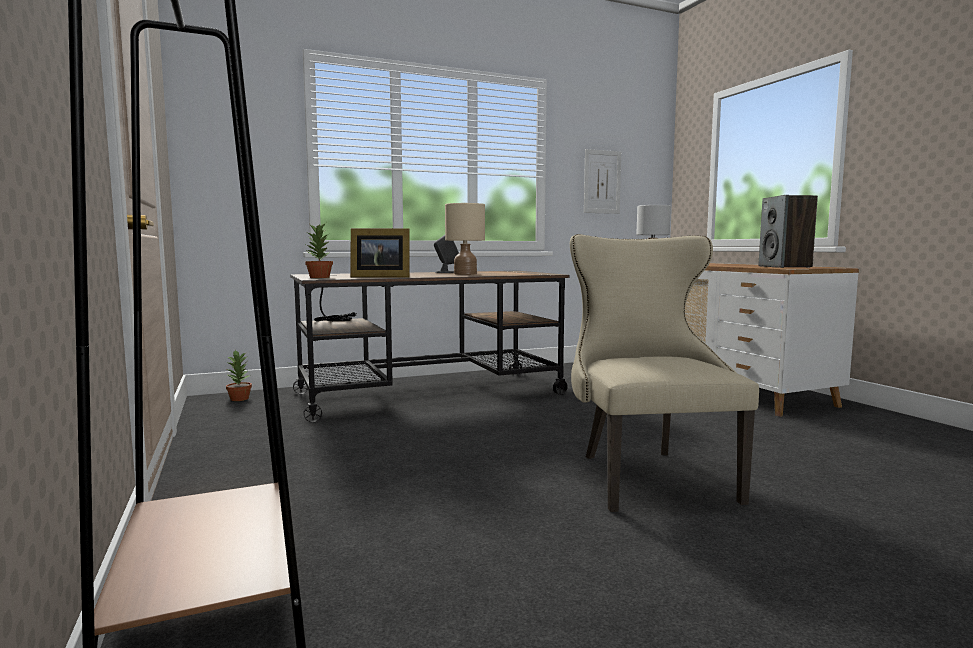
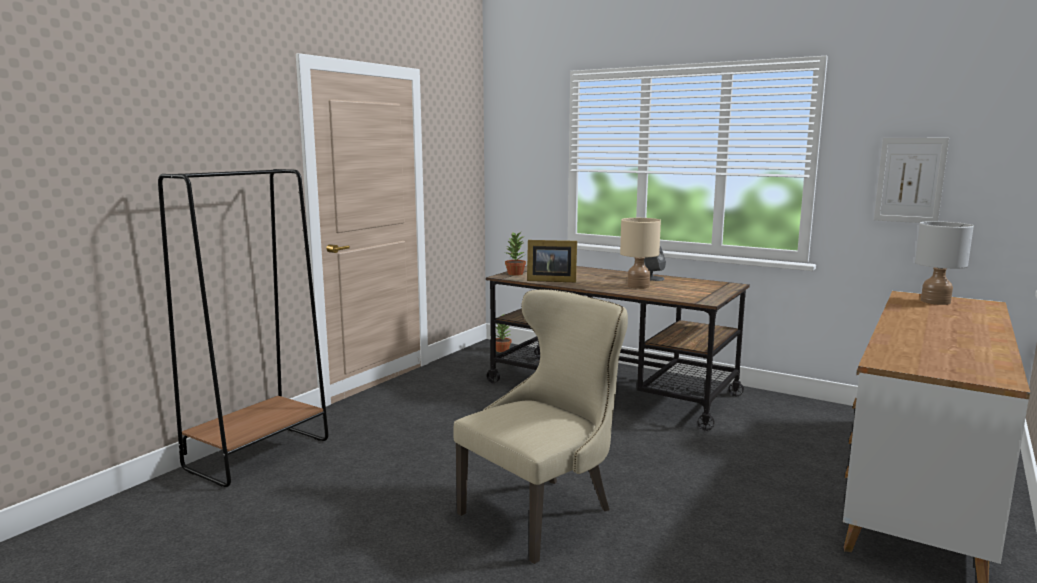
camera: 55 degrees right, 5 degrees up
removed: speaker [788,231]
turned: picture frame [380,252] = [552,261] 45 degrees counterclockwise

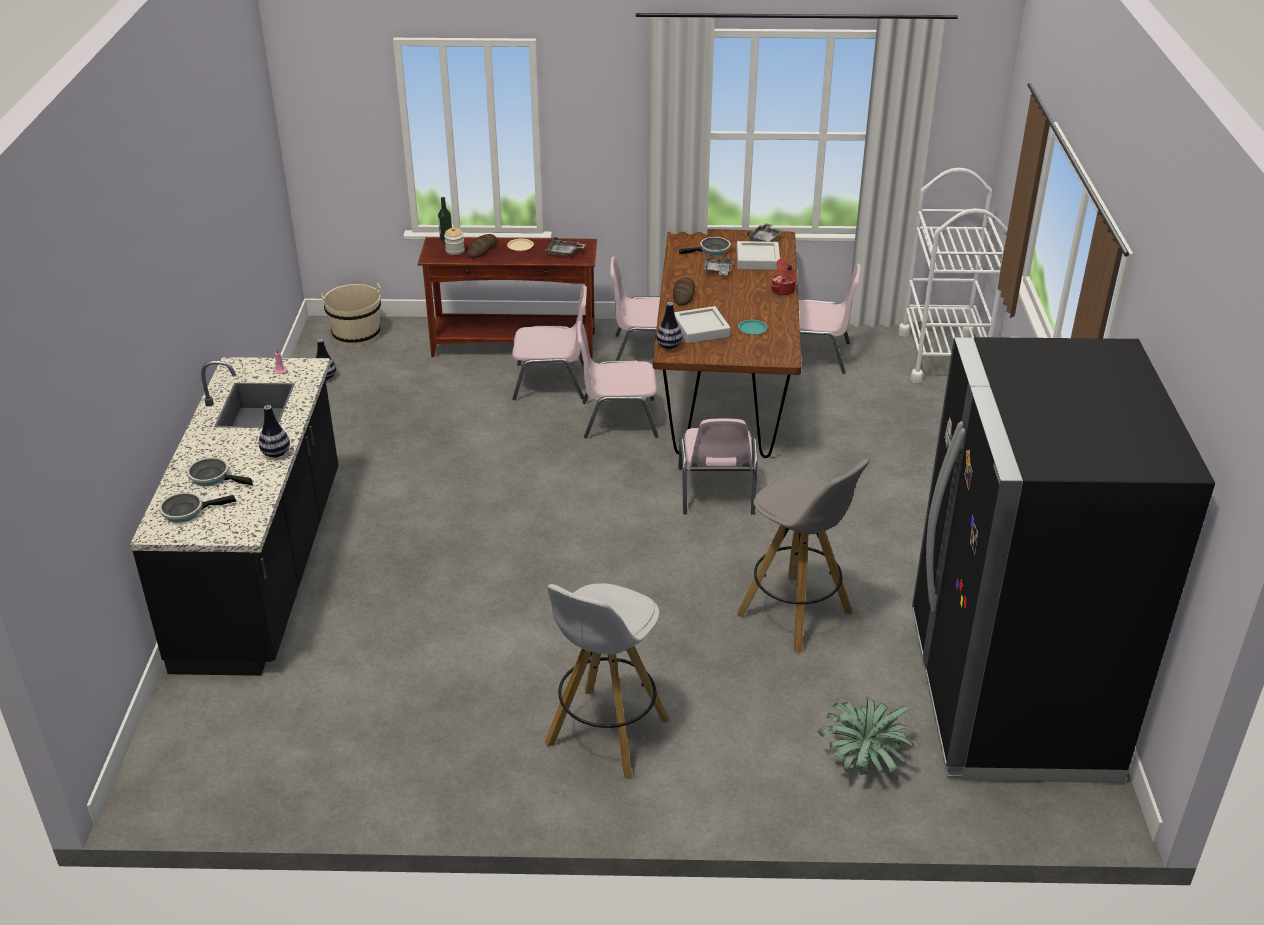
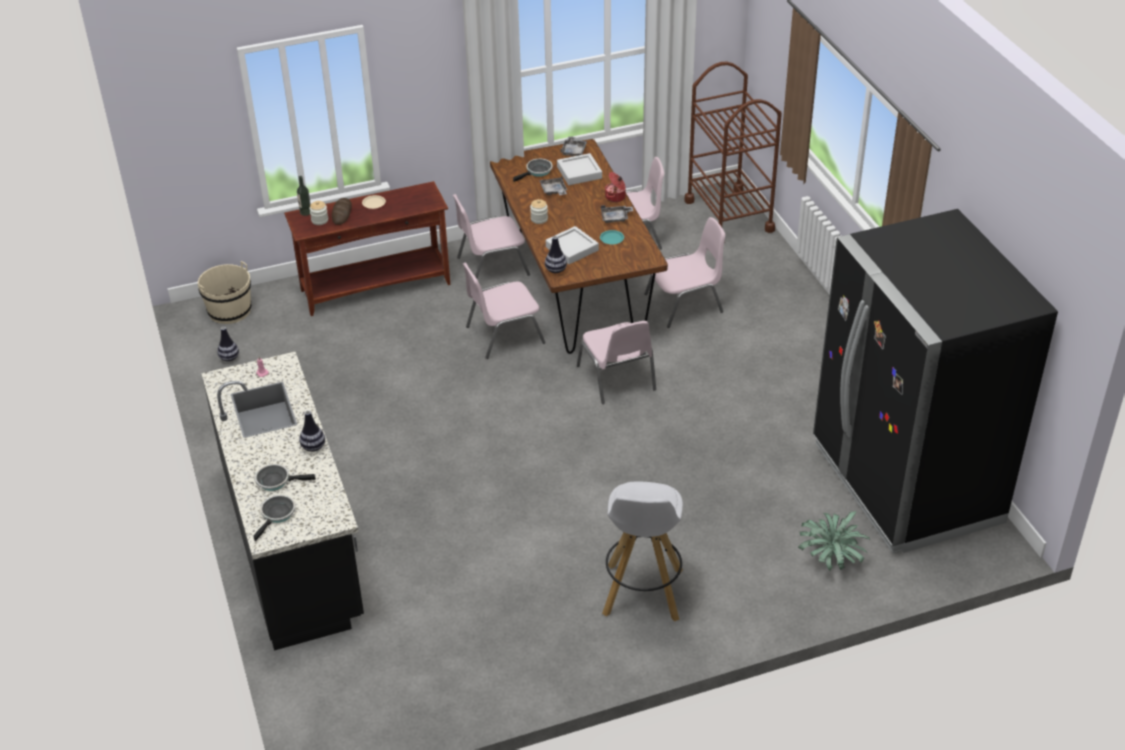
camera: 20 degrees left, 5 degrees up
removed: grey stool [803,555]
moved: grey tray [565,247] to [617,214]; pink chair [549,343] to [685,272]
replaced: bread [684,291] to jar [539,211]
recoloured: white cart [953,275] to brown cart [733,152]
turned: frying pan [197,507] = [274,518] 150 degrees clockwise

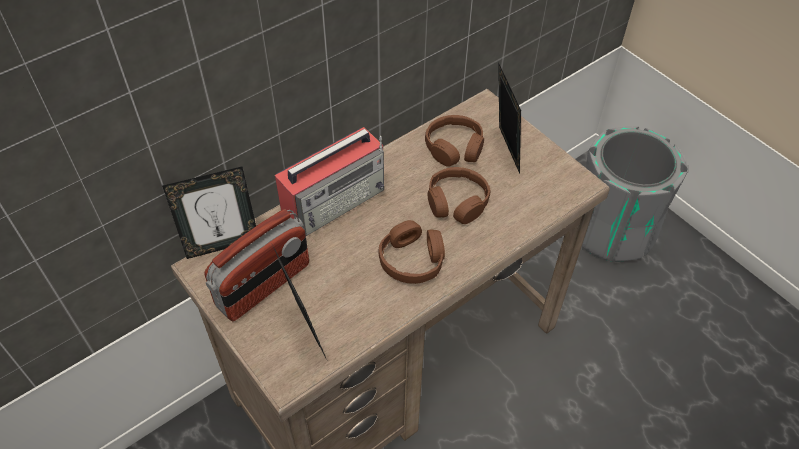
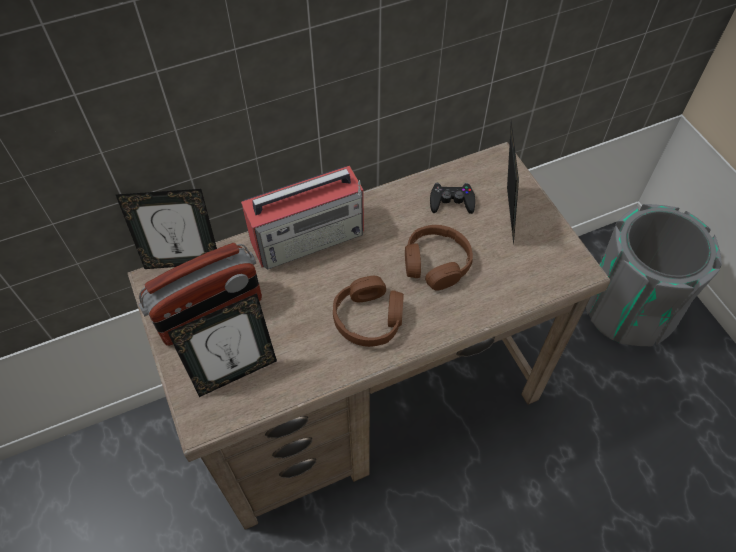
camera: 15 degrees right, 5 degrees up
replaced: brown headphones [454,141] to black game controller [452,198]
turned: picture frame [299,302] = [222,345] 75 degrees clockwise

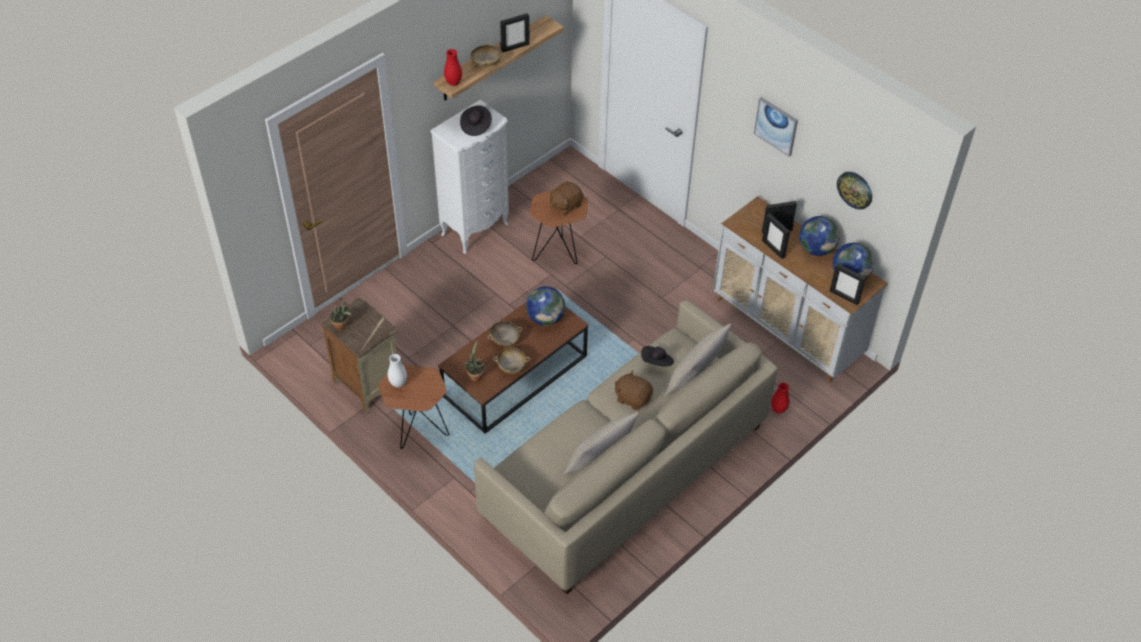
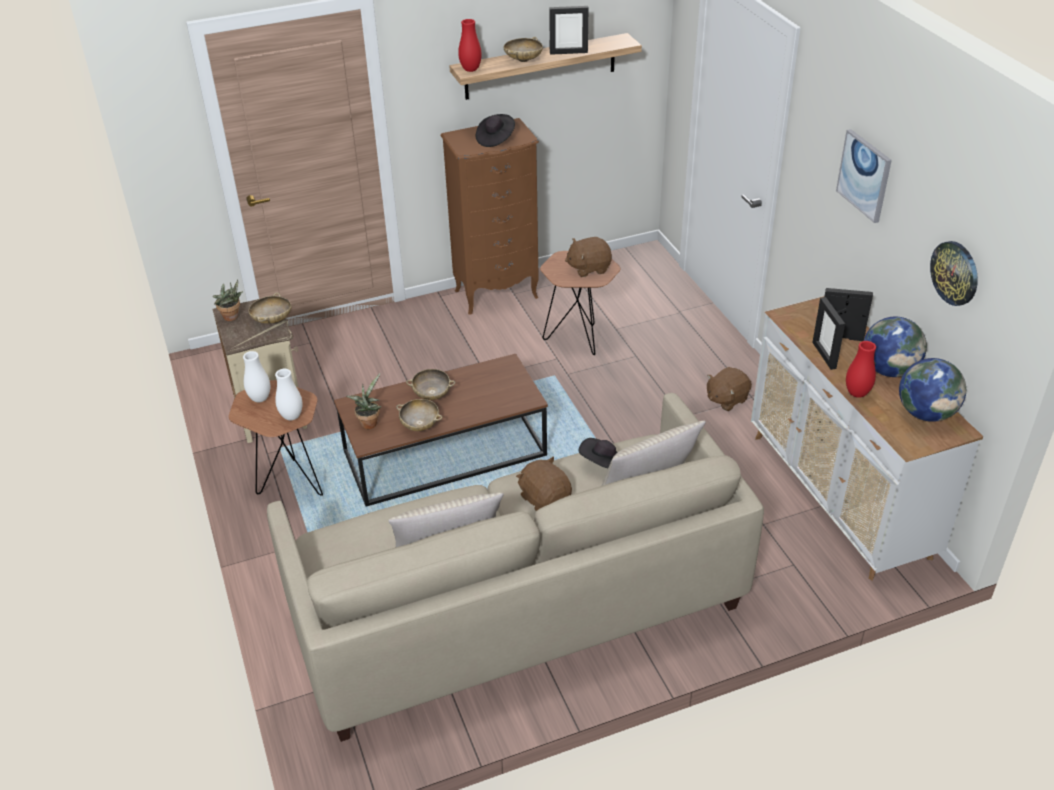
camera: 25 degrees right, 10 degrees down
removed: picture frame [848,284]; globe [545,306]
added: beige bowl [270,308]; brown plush toy [729,389]; white vase [289,394]
moved: red vase [780,398] to [861,369]
recoloured: white dresser [469,177] to brown dresser [489,216]

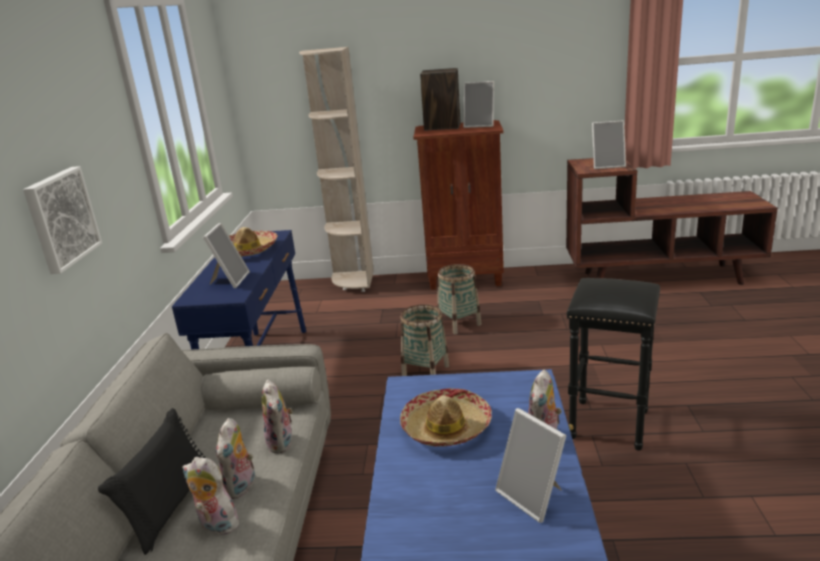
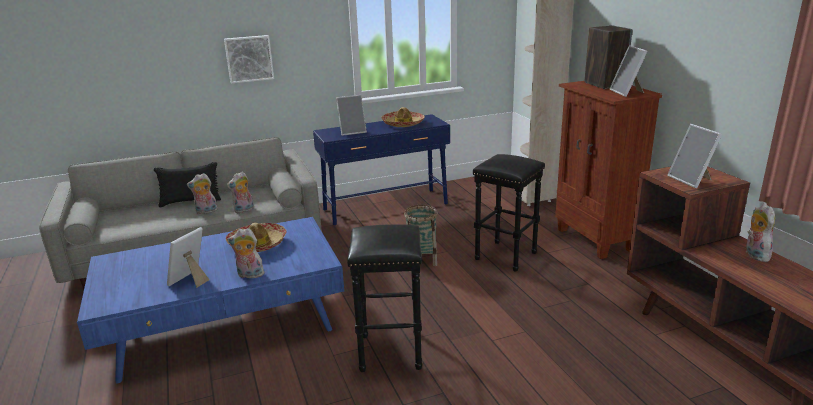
camera: 65 degrees right, 0 degrees up
moved: plush toy [212,496] to [760,232]
replaced: basket [459,299] to black stool [509,212]

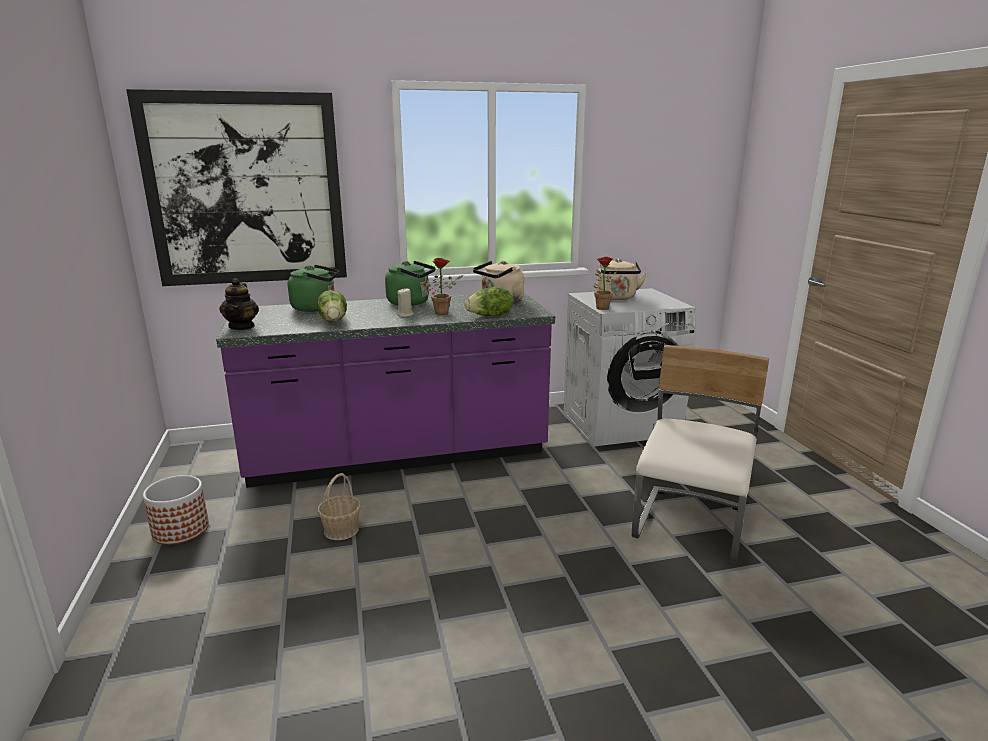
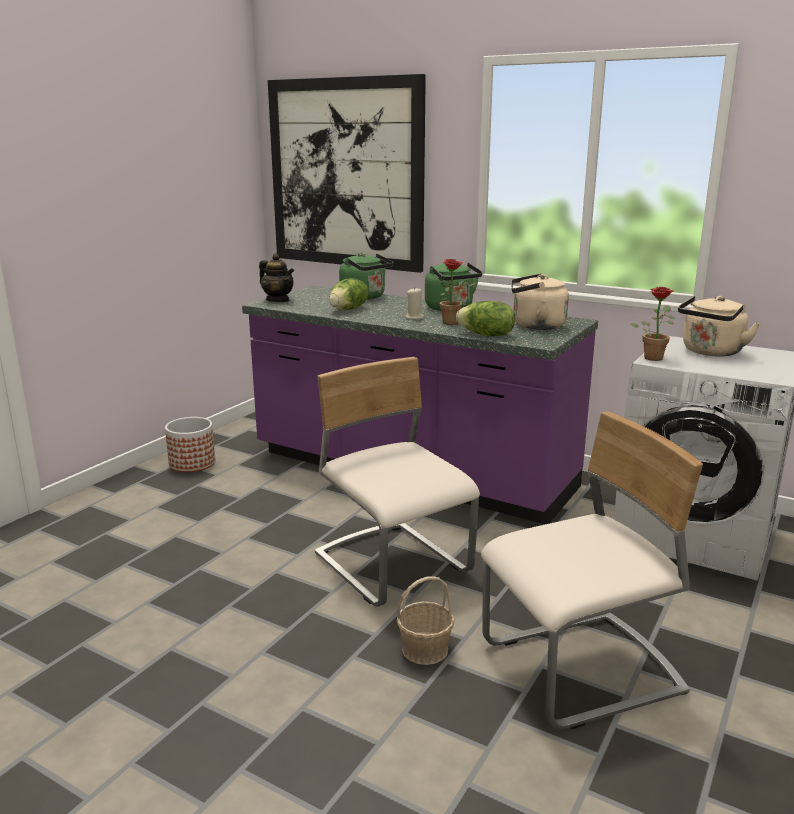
camera: 45 degrees right, 0 degrees up
added: beige chair [397,482]
moved: basket [339,506] to [426,620]
turned: teapot [239,304] = [276,278] 90 degrees counterclockwise

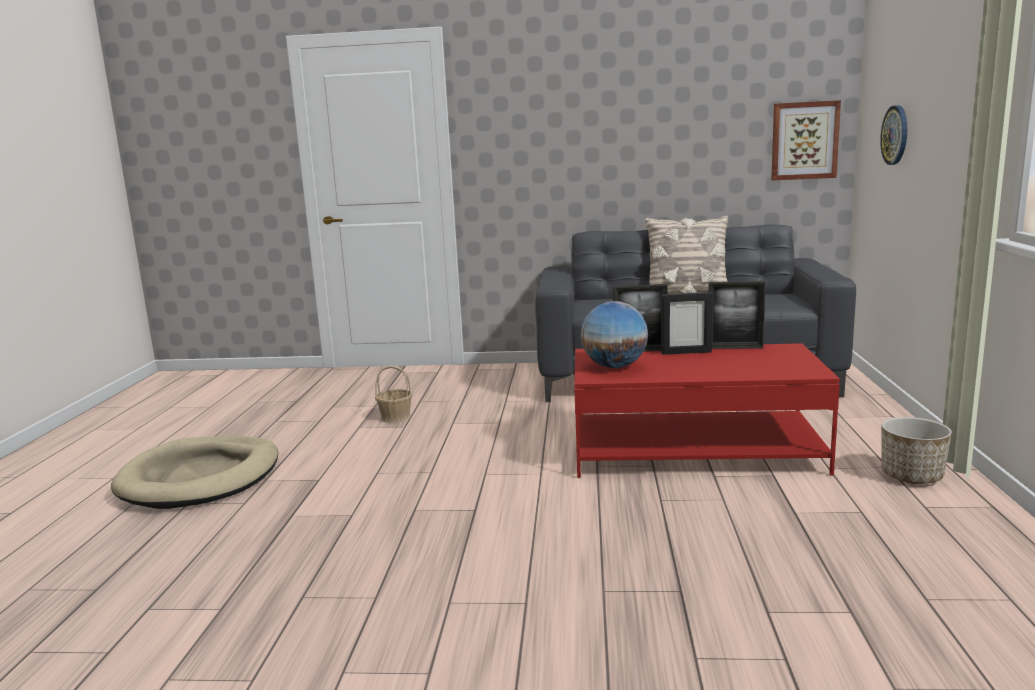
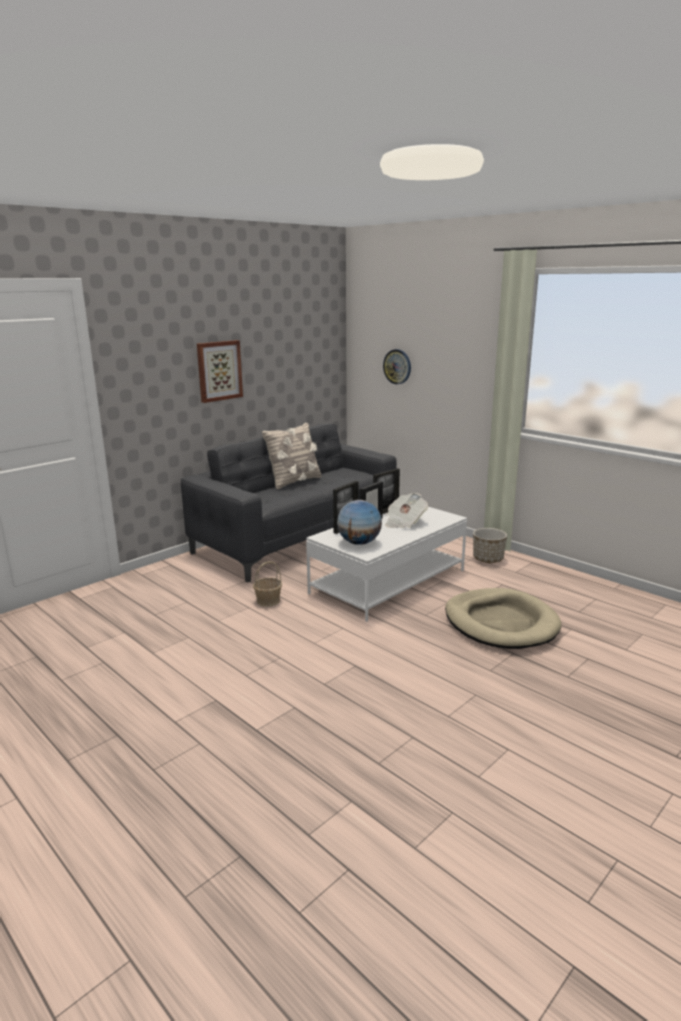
camera: 50 degrees left, 5 degrees up
added: newspaper [406,510]
moved: picture [806,140] to [220,371]; basket [393,394] to [267,584]; beige dog bed [194,472] to [503,618]
recoloured: red coffee table [707,410] to white coffee table [386,564]

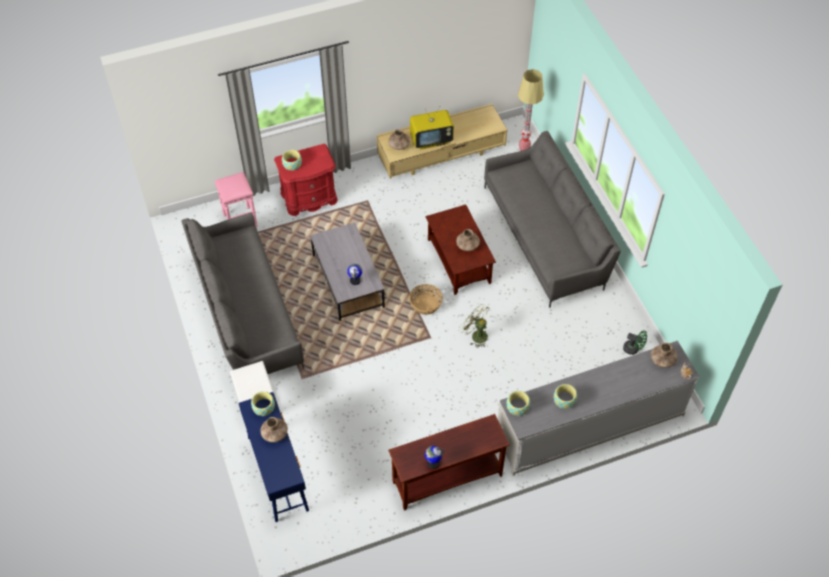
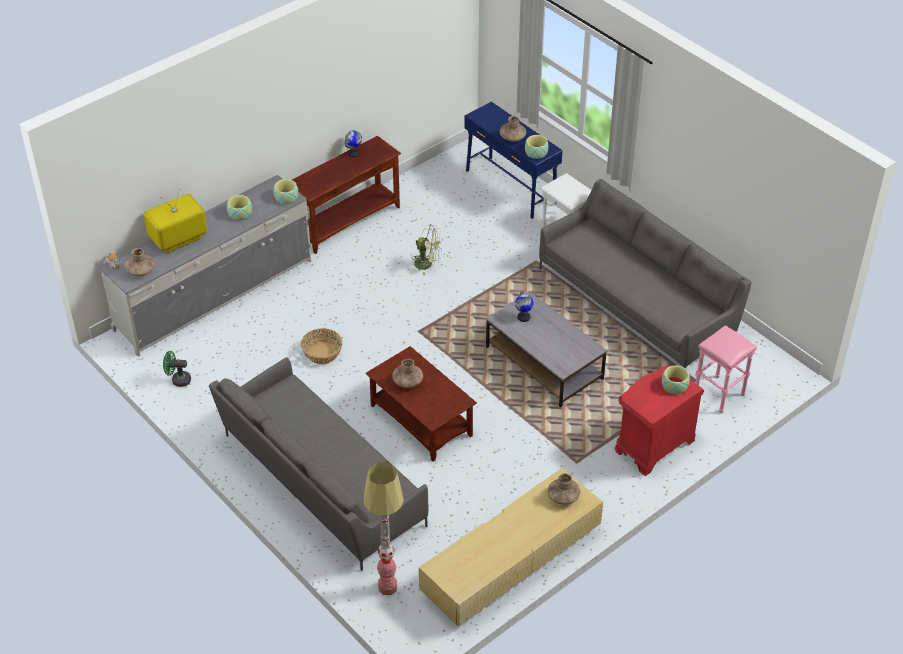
camera: 160 degrees right, 10 degrees down
moved: television [432,128] to [175,221]; basket [426,299] to [321,346]; green fan [475,326] to [427,249]

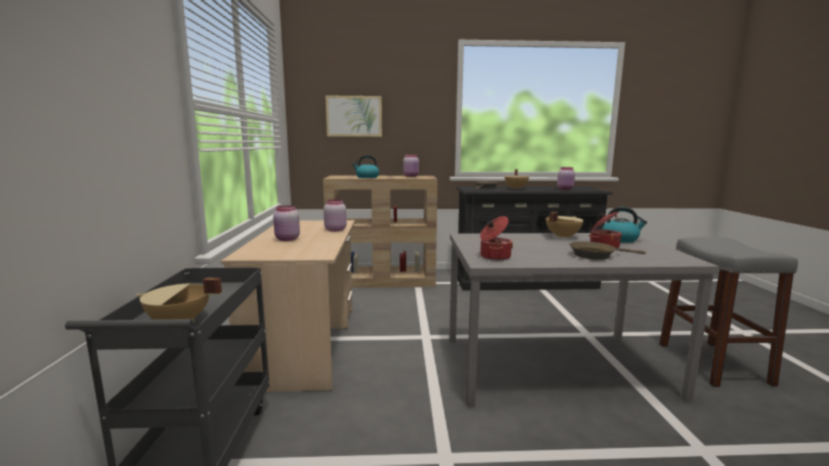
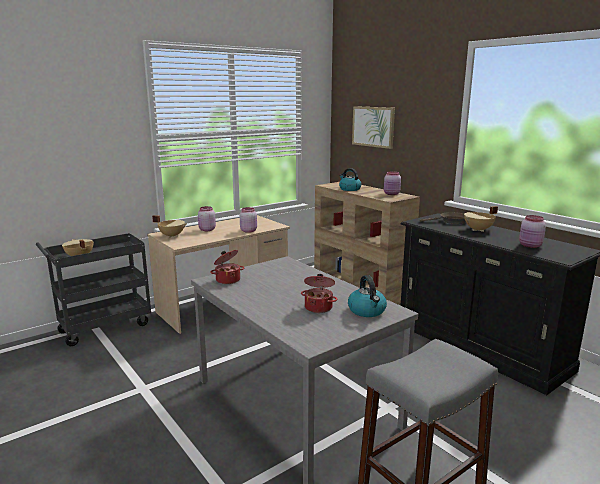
camera: 55 degrees right, 5 degrees up
removed: brown frying pan [608,250]
moved: beige cooking pot [565,225] to [169,226]

